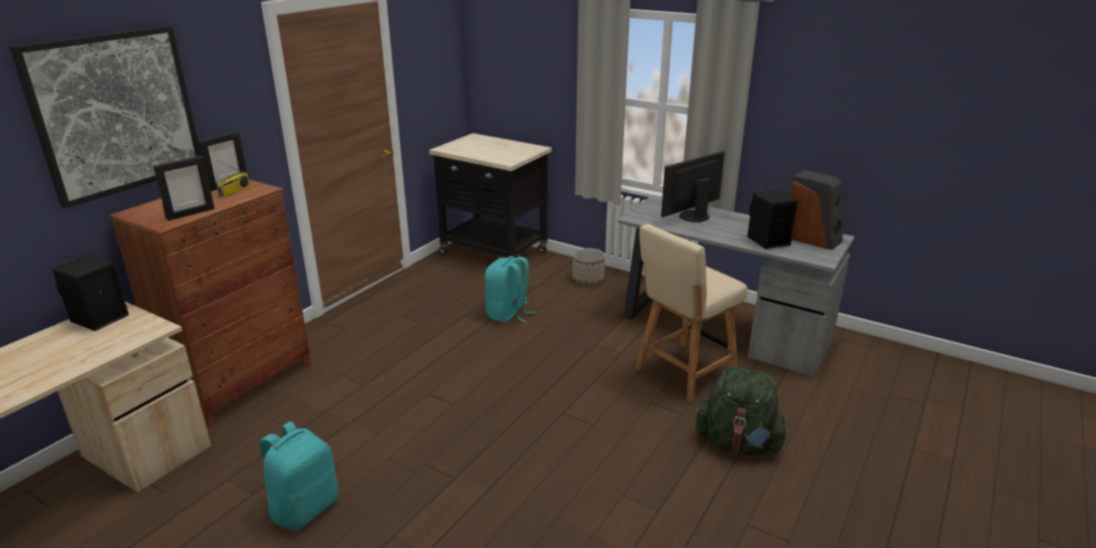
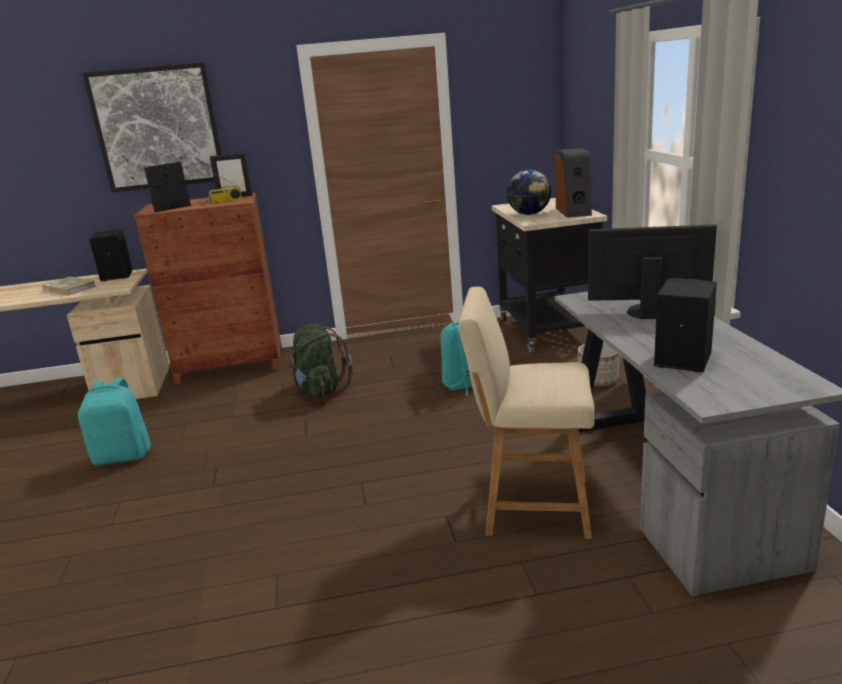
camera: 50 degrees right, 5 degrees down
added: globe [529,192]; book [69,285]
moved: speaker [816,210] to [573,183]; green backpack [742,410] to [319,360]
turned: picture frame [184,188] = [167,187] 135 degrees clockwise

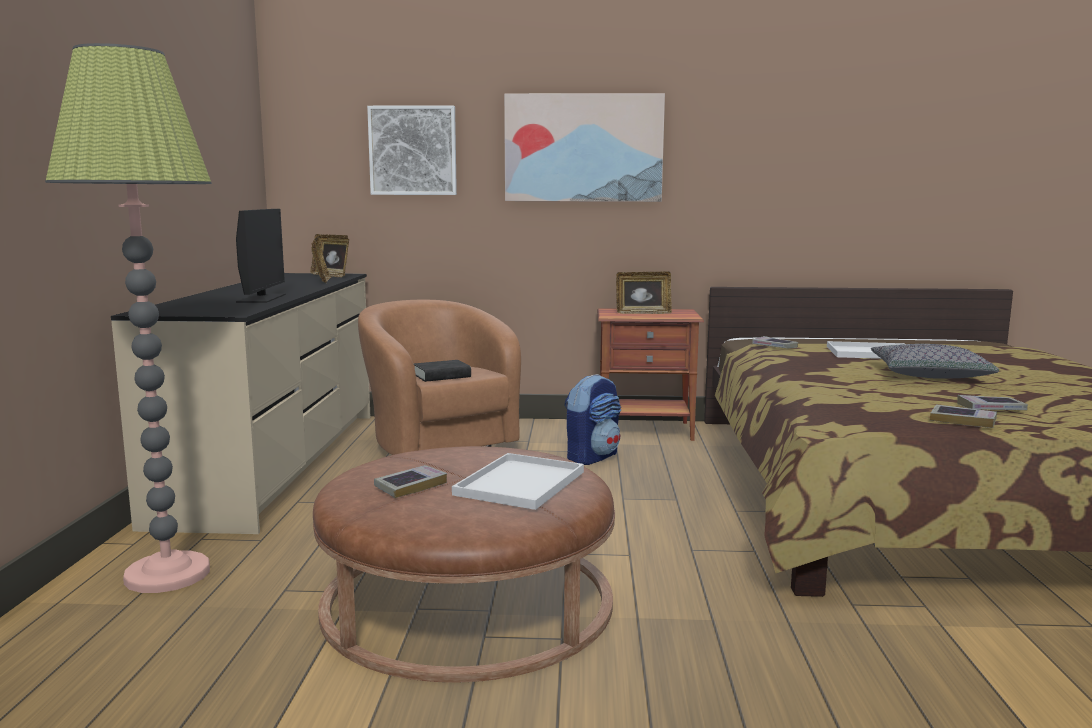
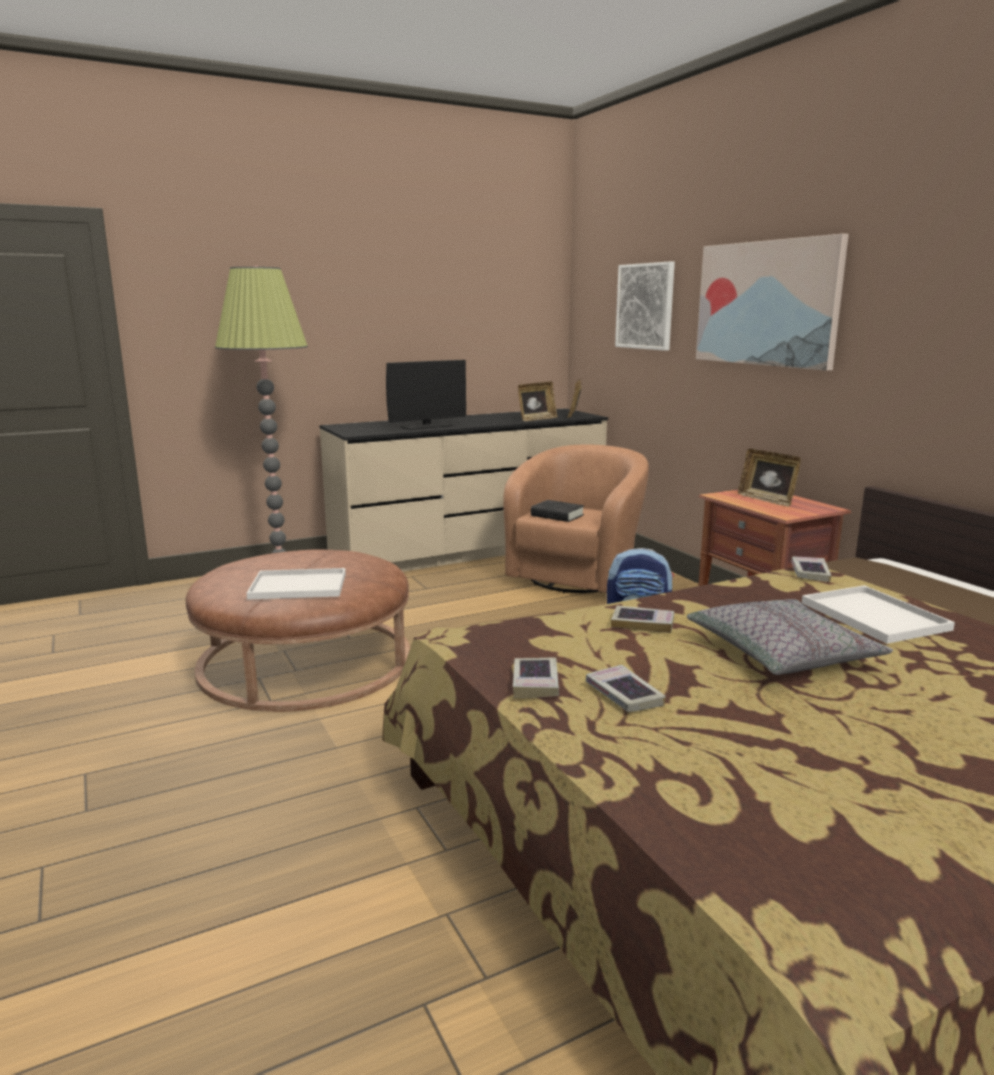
camera: 60 degrees right, 5 degrees up
moved: book [410,481] to [642,619]

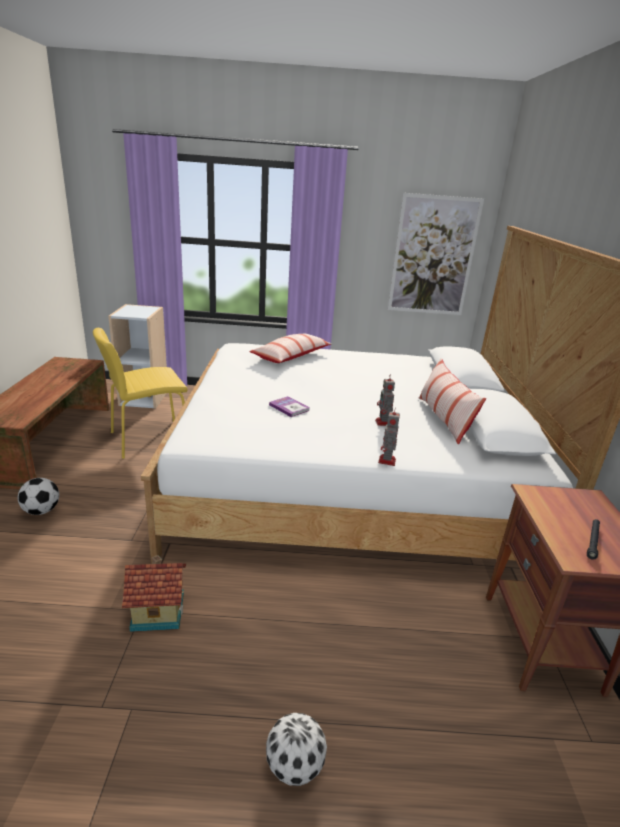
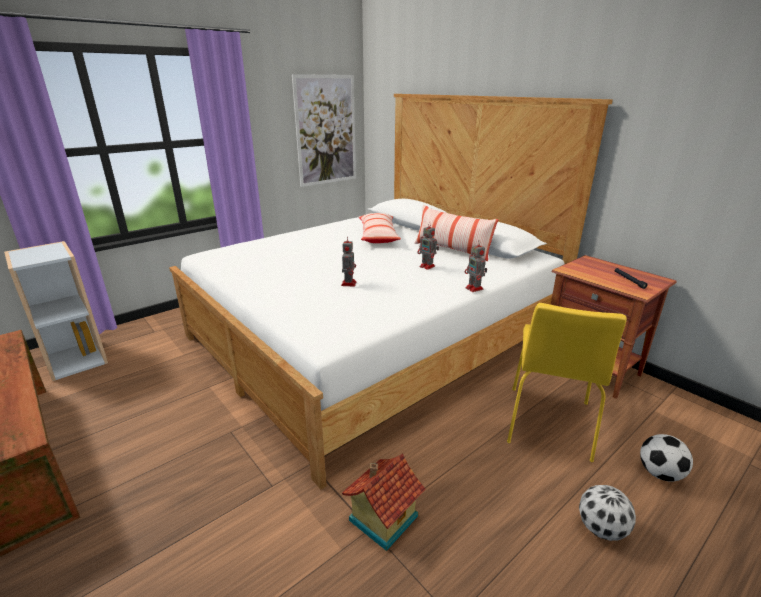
camera: 40 degrees left, 0 degrees up
moved: yellow chair [140,393] to [567,382]; pillow [290,348] to [380,228]; football [38,496] to [666,457]
replaced: book [289,406] to toy robot [348,261]

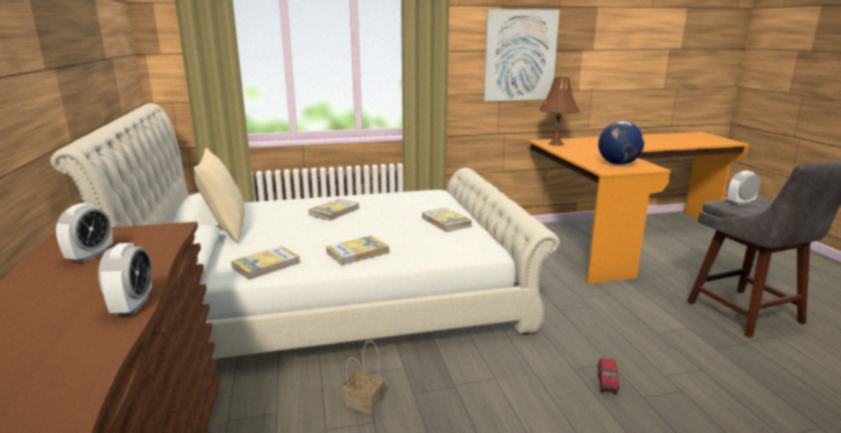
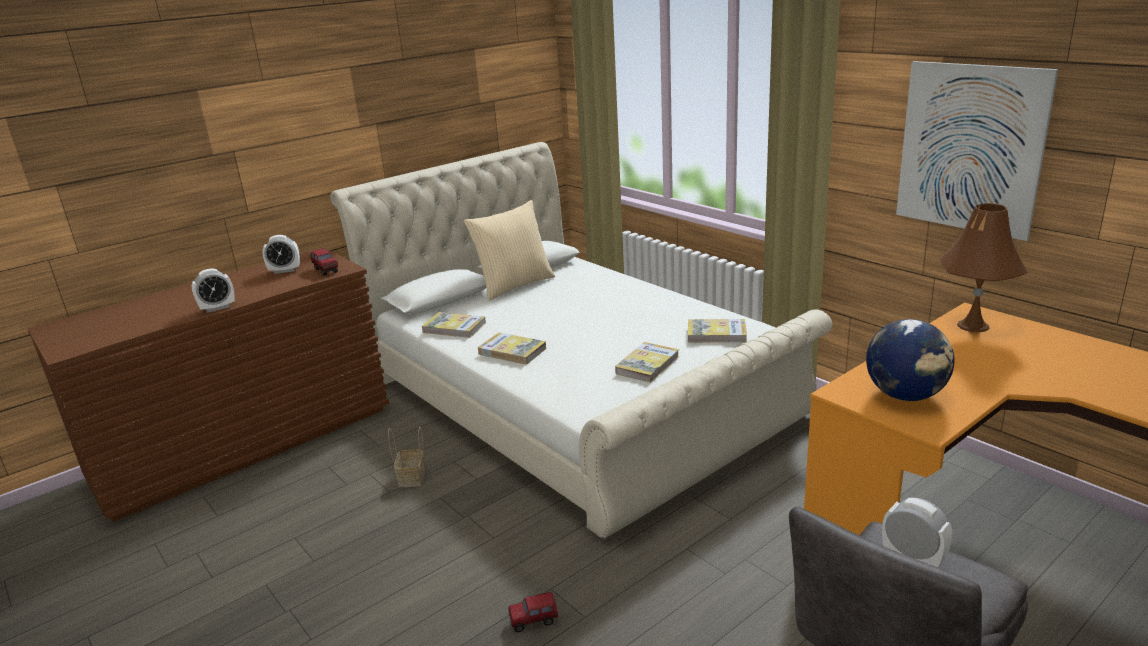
camera: 65 degrees right, 5 degrees up
added: toy truck [324,262]
moved: book [334,209] to [717,330]

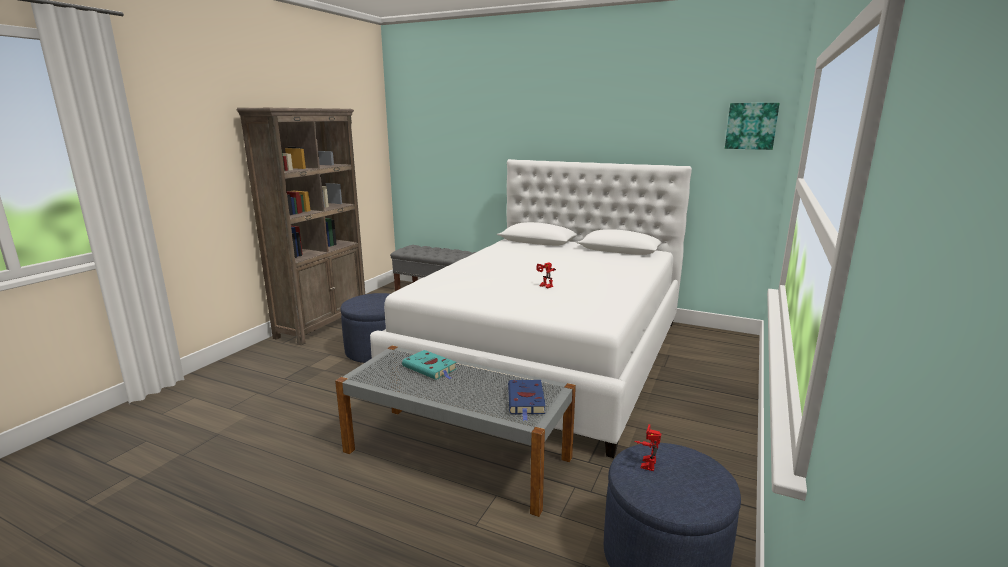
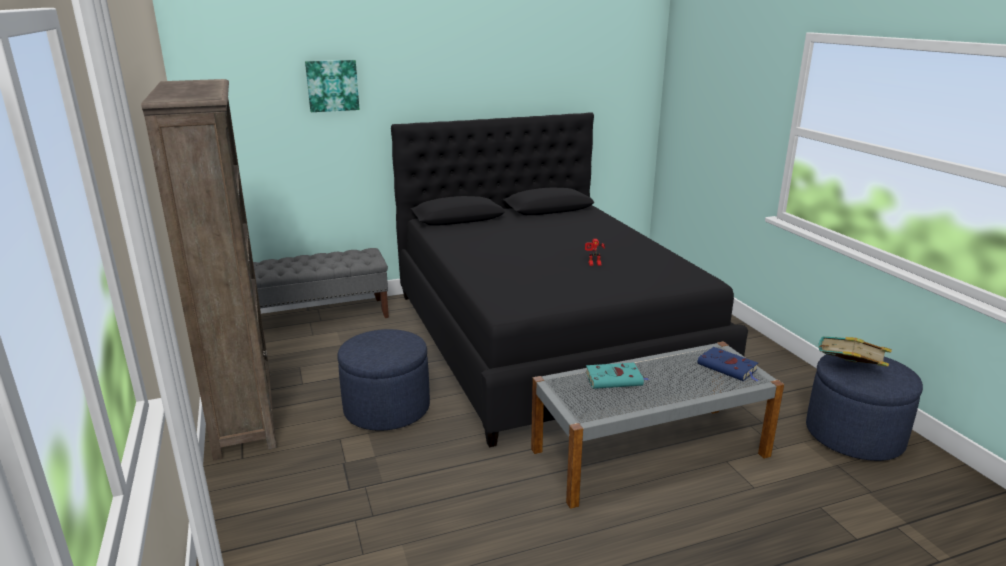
camera: 45 degrees left, 5 degrees up
moved: picture [752,126] to [332,86]
replaced: toy robot [647,447] to book [855,351]
recoloured: white bed [531,308] to black bed [569,280]

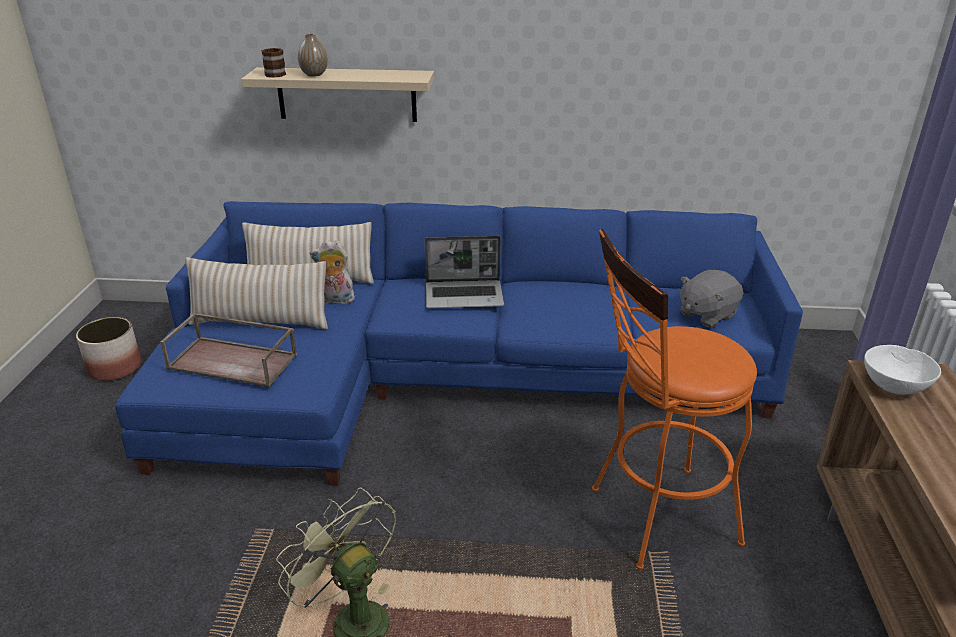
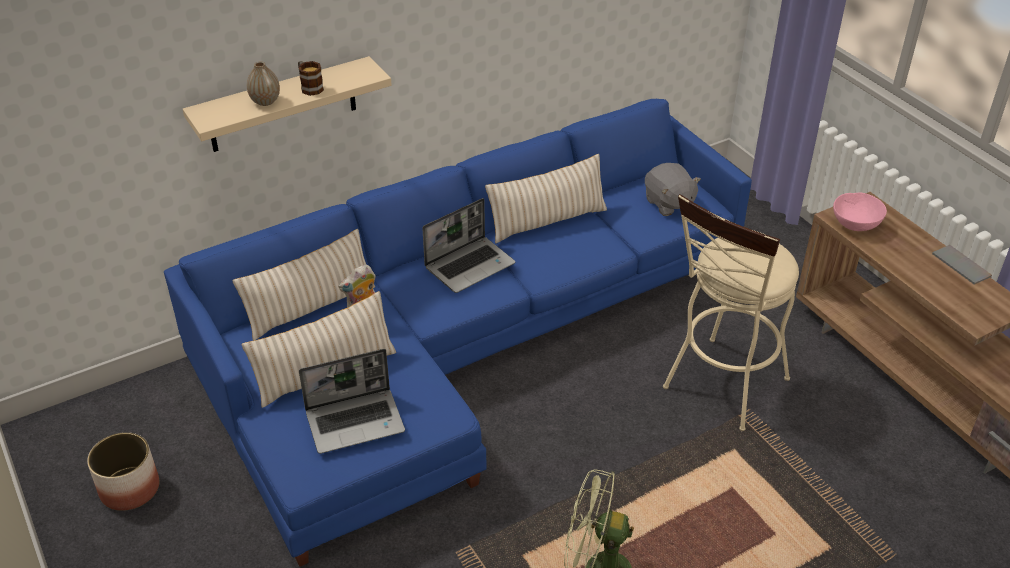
camera: 35 degrees left, 10 degrees up
added: beige pillow [546,198]
moved: mug [273,63] to [311,78]
replaced: brown tray [228,350] to laptop [352,401]
recoloured: orange stool [674,399] to beige stool [731,312]; white bowl [902,370] to pink bowl [860,212]
turned: grey plush toy [711,299] = [673,189] 45 degrees counterclockwise

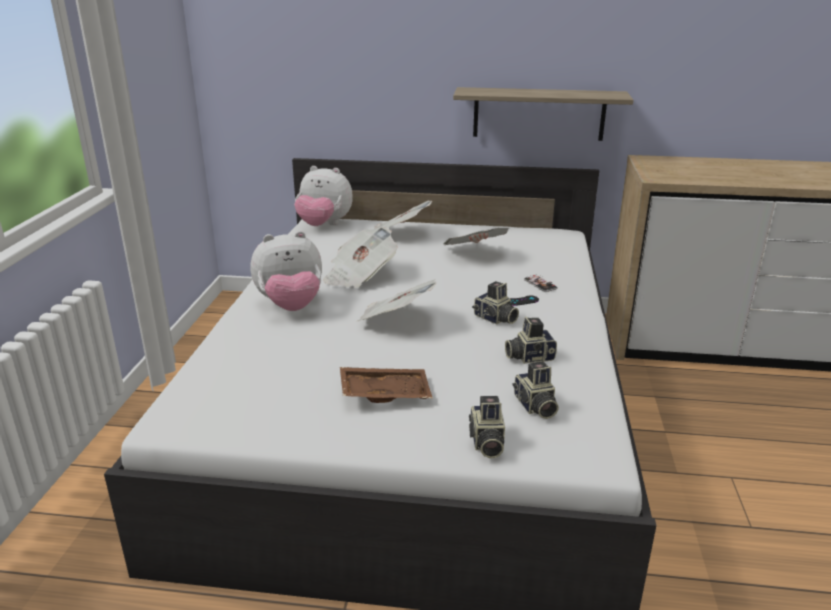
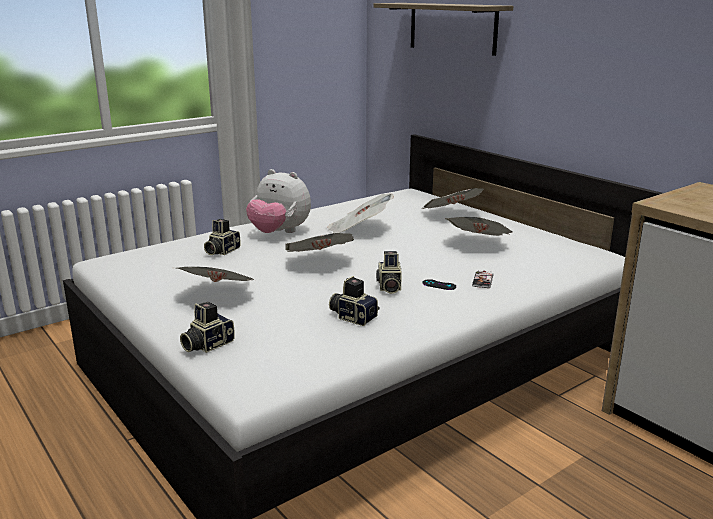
camera: 45 degrees right, 5 degrees down
removed: plush toy [323,196]
moved: shelf [543,114] to [443,29]; photo camera [535,390] to [222,237]
replaced: brown tray [386,385] to newspaper [215,274]

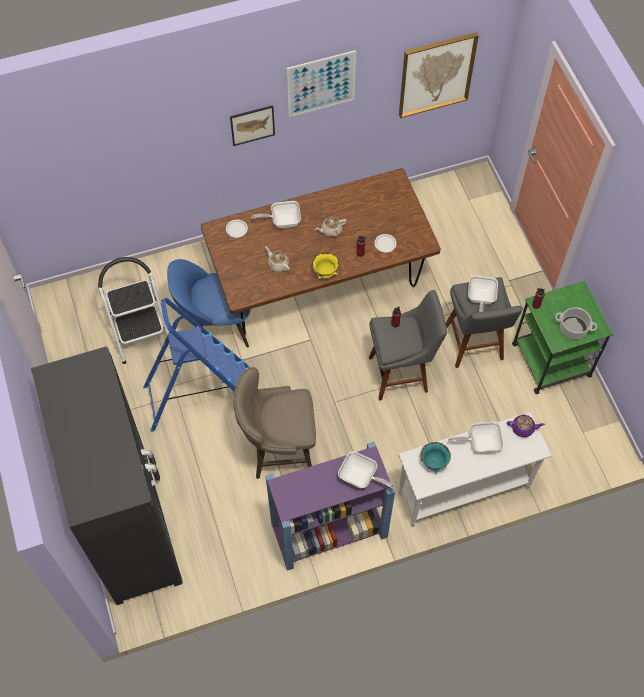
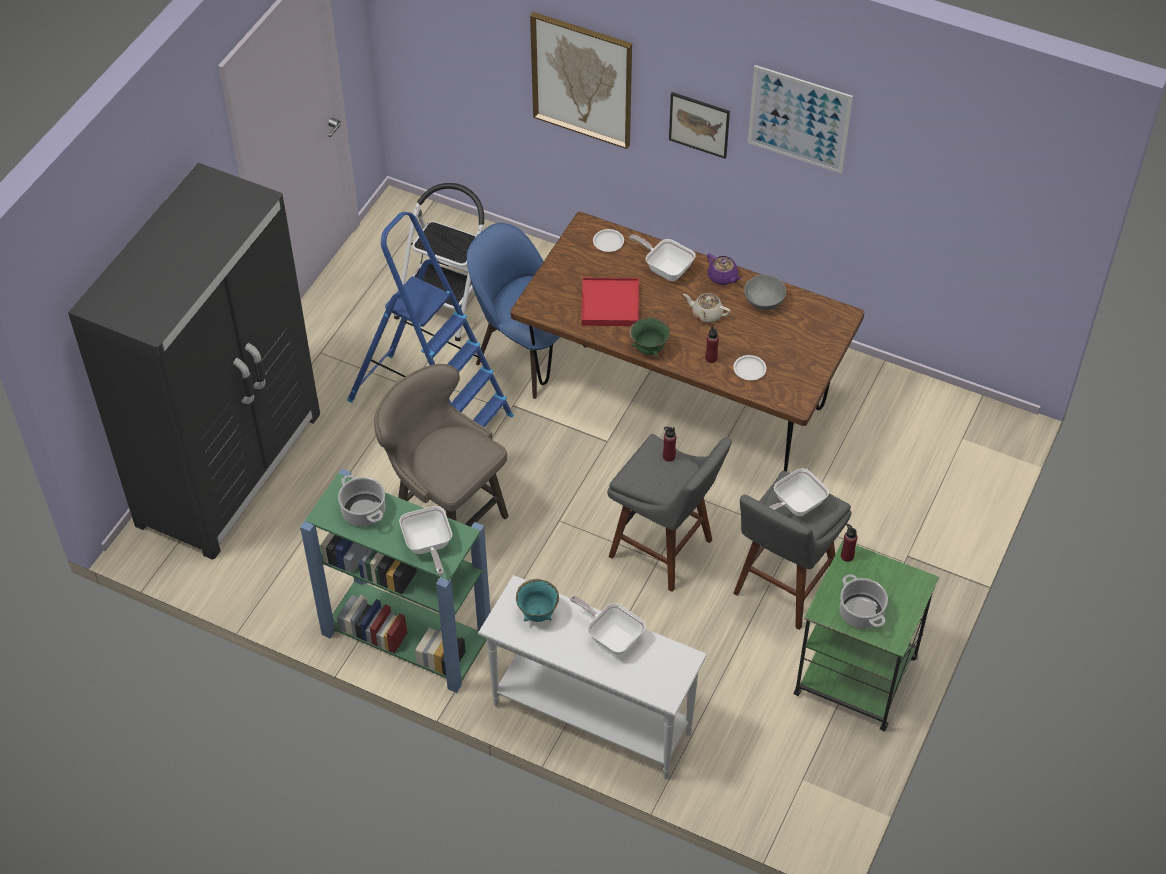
camera: 45 degrees right, 10 degrees down
added: grey bowl [765,292]; cooking pot [362,501]
moved: picture [439,75] to [581,80]; purple teapot [526,426] to [724,269]
replaced: beige teapot [277,259] to red tray [610,302]
recoloured: yellow bowl [325,265] to green bowl [649,336]; purple bookcase [330,506] to green bookcase [395,581]

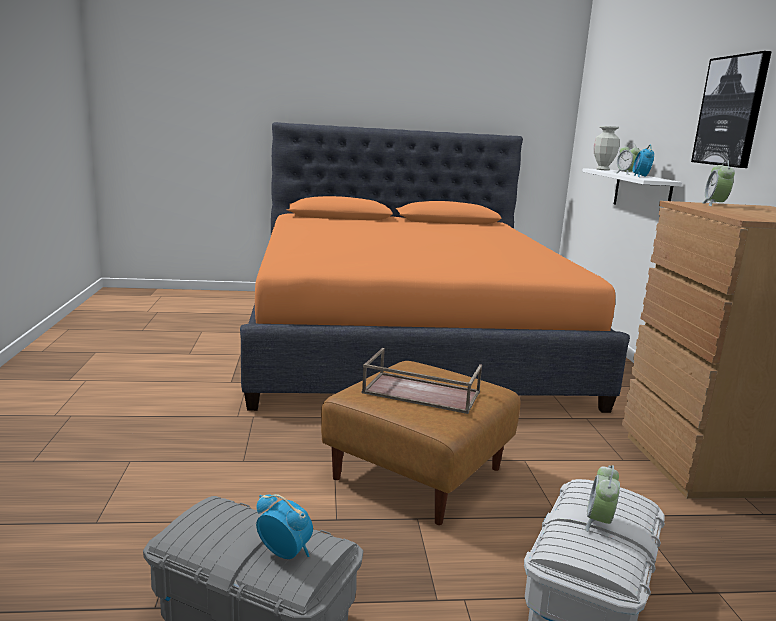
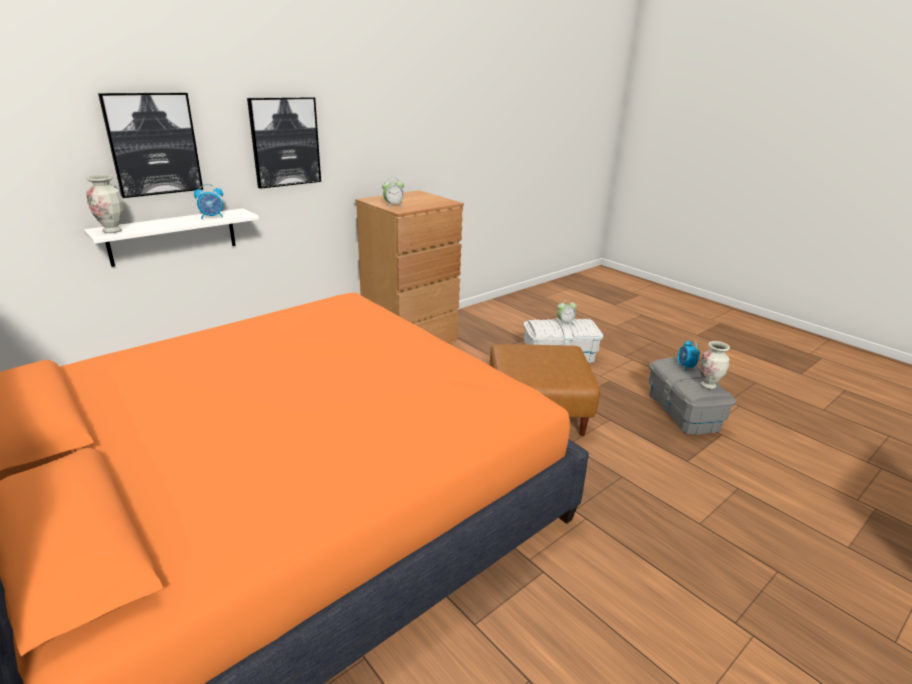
camera: 125 degrees left, 10 degrees up
removed: alarm clock [628,159]; brown tray [422,381]
added: picture [150,145]; vase [715,365]

